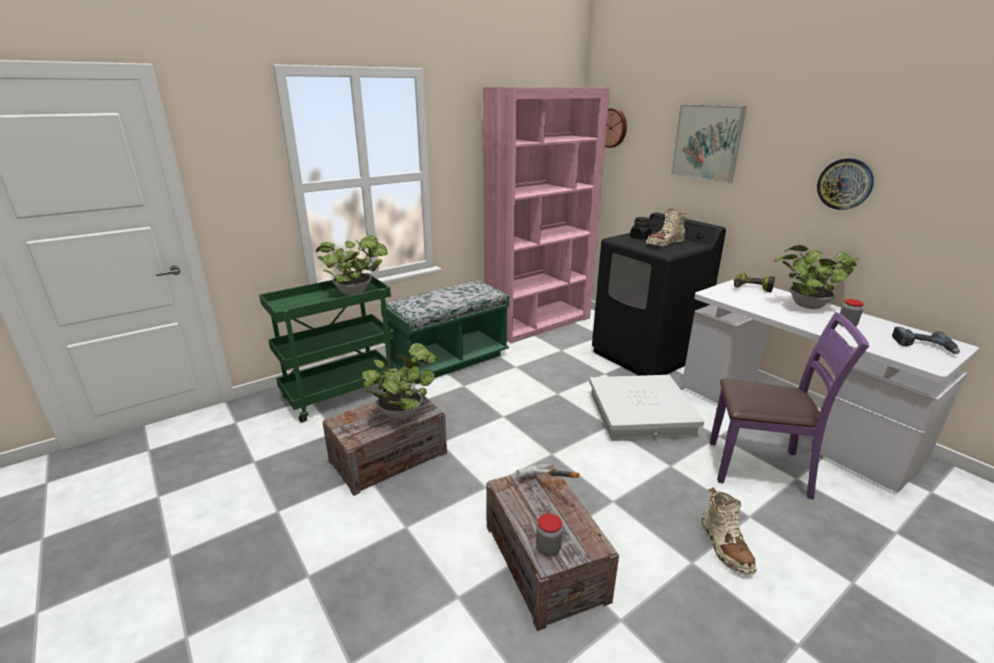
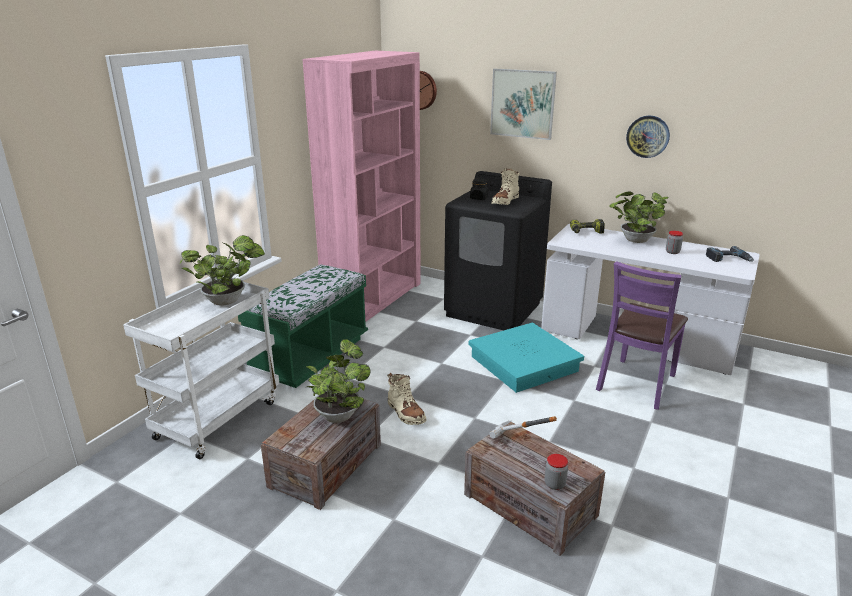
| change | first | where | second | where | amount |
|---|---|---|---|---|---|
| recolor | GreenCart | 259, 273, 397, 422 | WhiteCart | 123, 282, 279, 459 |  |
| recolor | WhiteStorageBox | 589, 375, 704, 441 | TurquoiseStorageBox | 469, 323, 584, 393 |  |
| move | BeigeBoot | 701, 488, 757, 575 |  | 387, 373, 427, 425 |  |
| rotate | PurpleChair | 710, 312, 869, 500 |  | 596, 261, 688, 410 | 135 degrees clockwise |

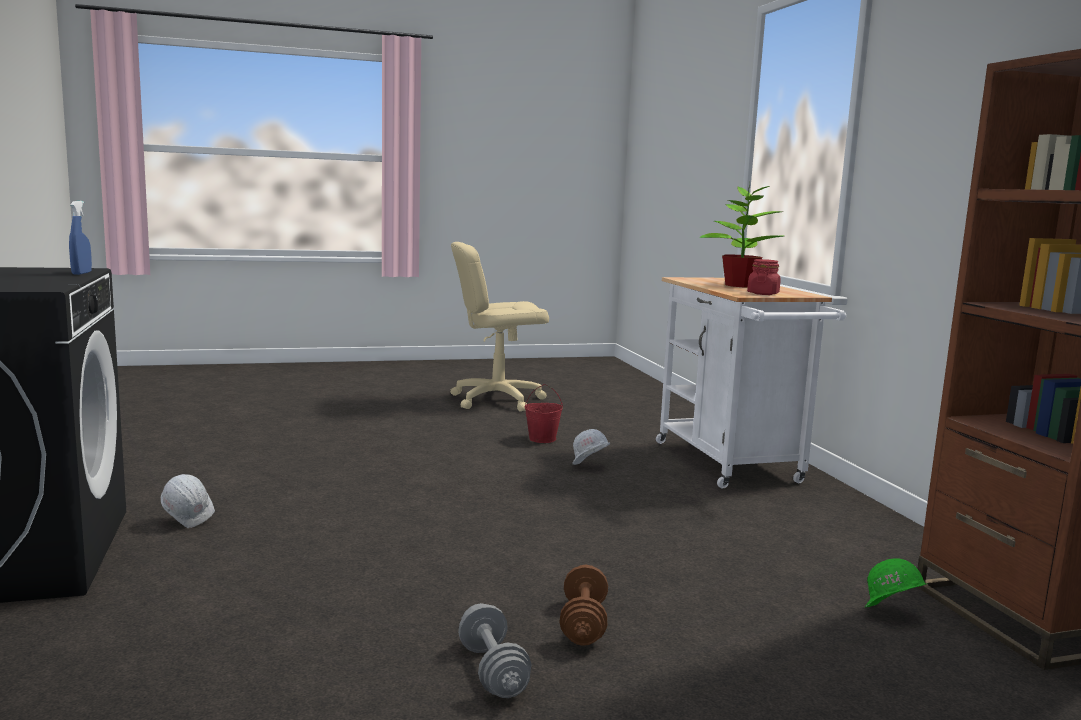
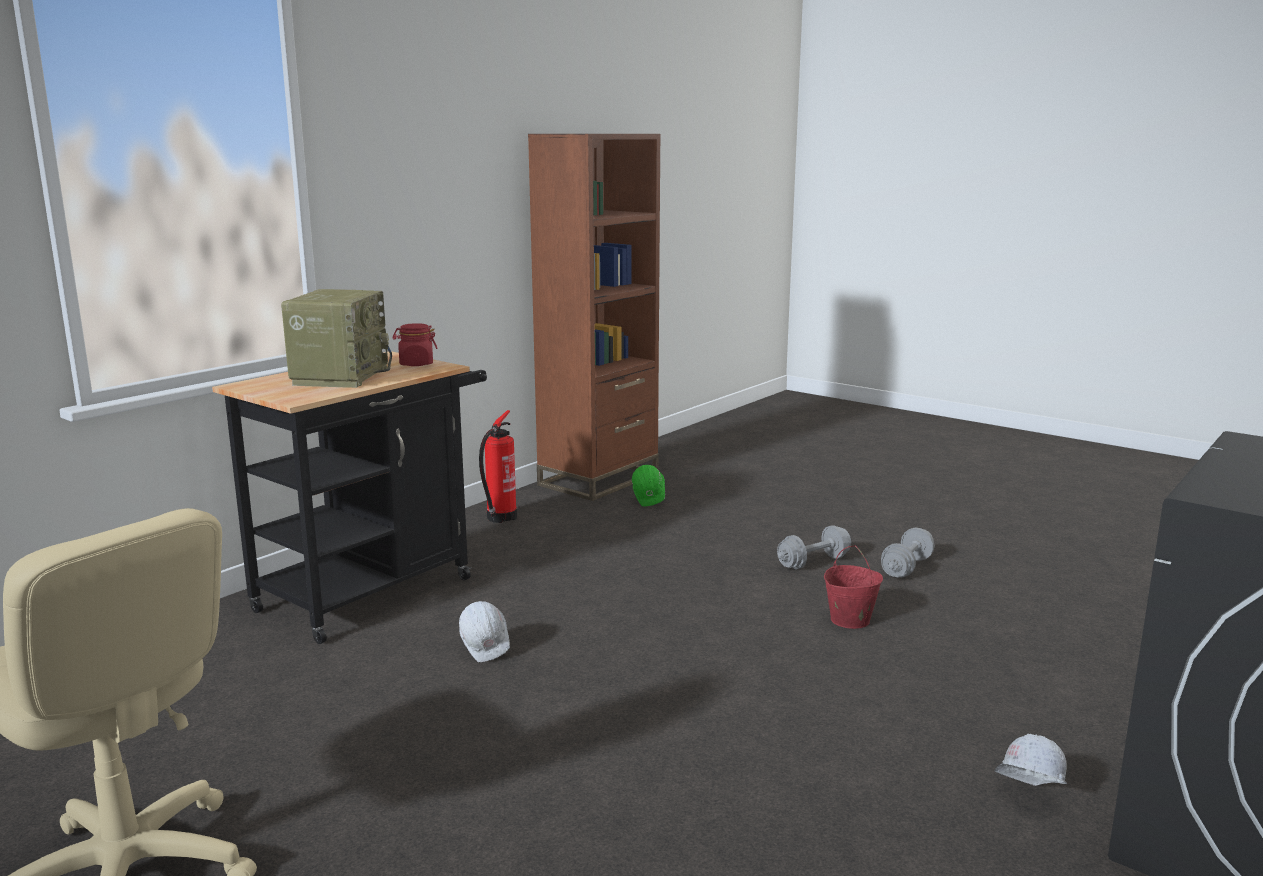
| change | first | where | second | where | amount |
|---|---|---|---|---|---|
| delete | BlueSprayBottle | 69, 201, 92, 275 |  |  |  |
| move | RedBucket | 525, 384, 563, 443 |  | 824, 545, 883, 629 |  |
| recolor | BrownDumbbell | 559, 565, 608, 645 | GreyDumbbell | 777, 526, 851, 569 |  |
| recolor | WhiteCart | 656, 277, 846, 489 | BlackCart | 212, 351, 487, 644 |  |
| replace | PottedPlant | 699, 183, 783, 287 | Radio | 281, 289, 392, 388 |  |
| insert |  |  | FireExtinguisher | 479, 410, 517, 523 |  |

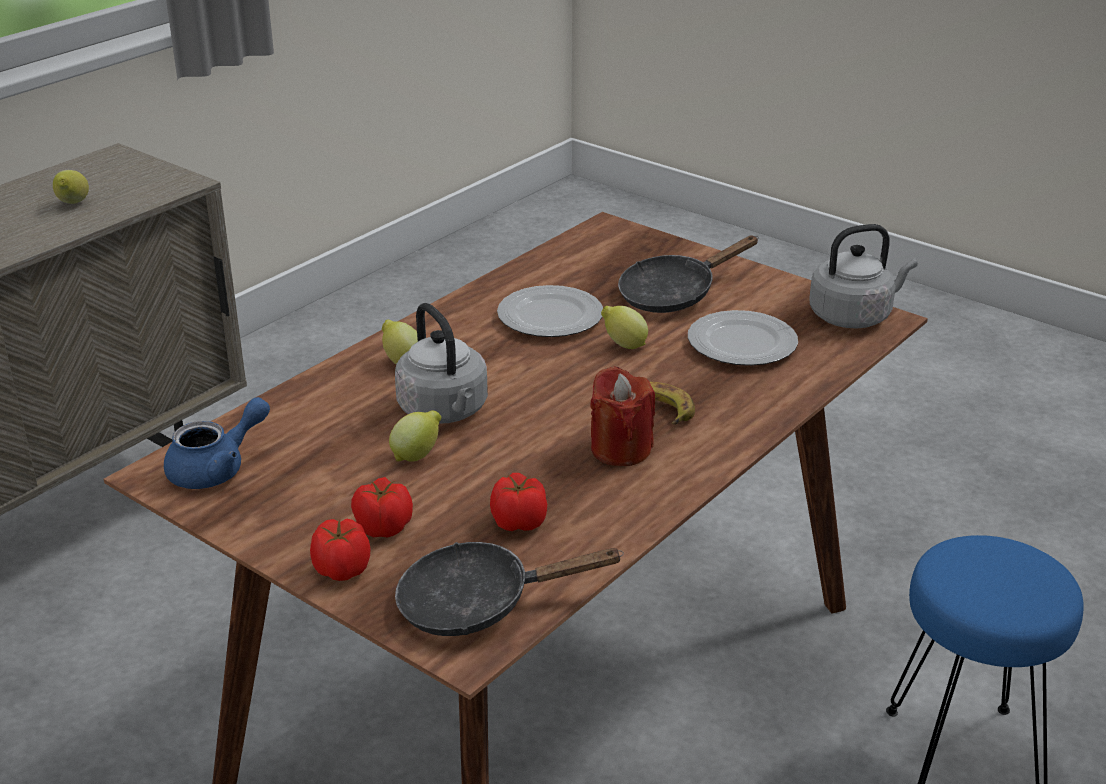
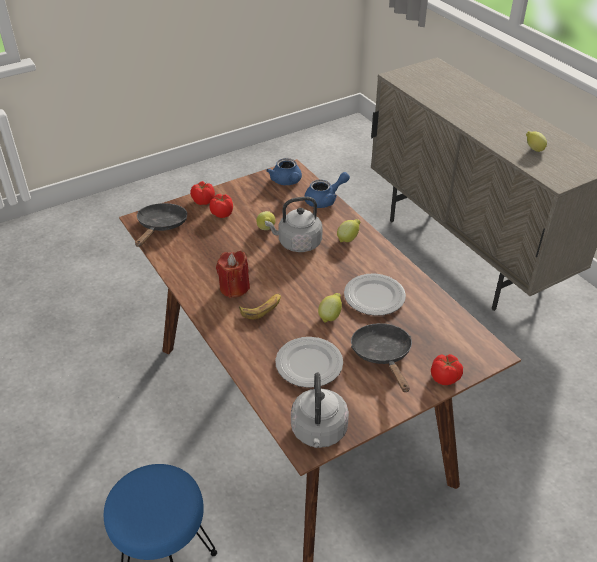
| change | first | where | second | where | amount |
|---|---|---|---|---|---|
| move | Tomato | 490, 473, 547, 531 |  | 431, 354, 463, 385 |  |
| insert |  |  | BlueTeapot | 304, 172, 350, 208 |  |

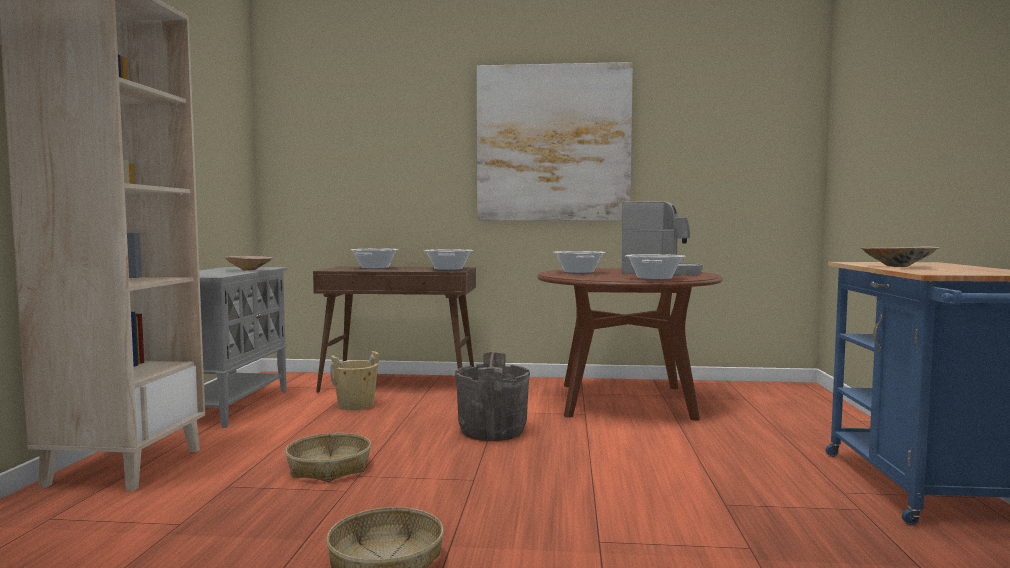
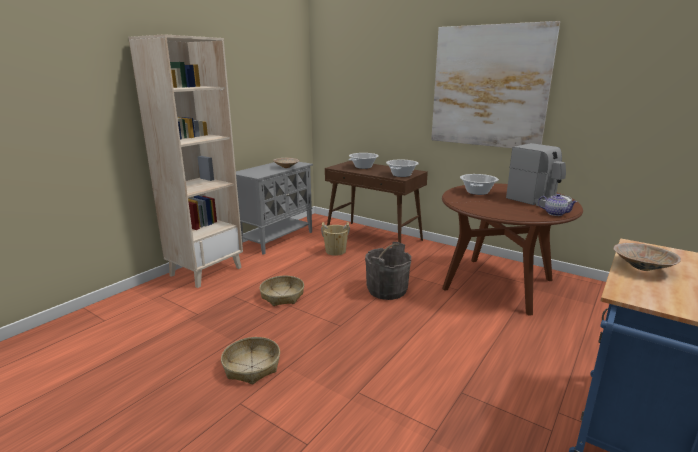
| change | first | where | second | where | amount |
|---|---|---|---|---|---|
| delete | CookingPot | 625, 254, 686, 280 |  |  |  |
| insert |  |  | Teapot | 538, 194, 577, 216 |  |

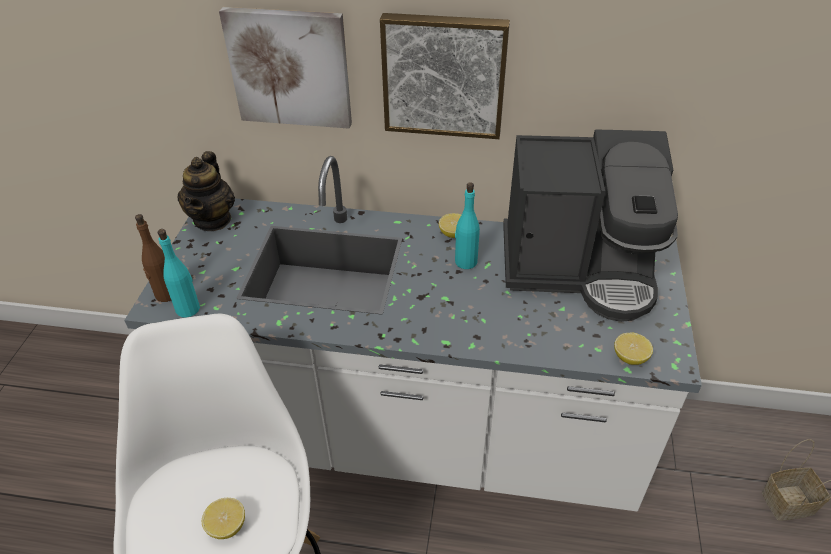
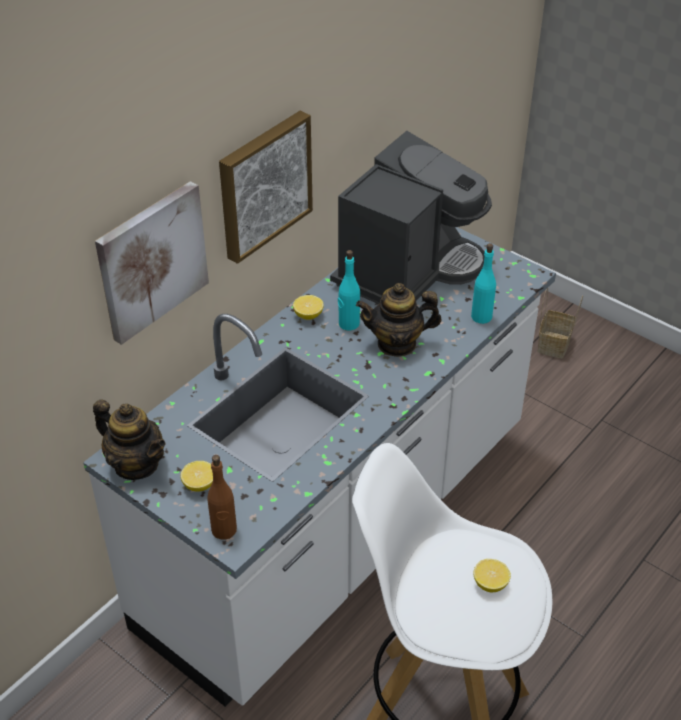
| change | first | where | second | where | amount |
|---|---|---|---|---|---|
| move | TurquoiseBottle | 158, 229, 200, 317 |  | 471, 243, 496, 324 |  |
| move | Lemon | 614, 332, 653, 365 |  | 181, 461, 213, 492 |  |
| insert |  |  | Teapot | 356, 283, 442, 357 |  |

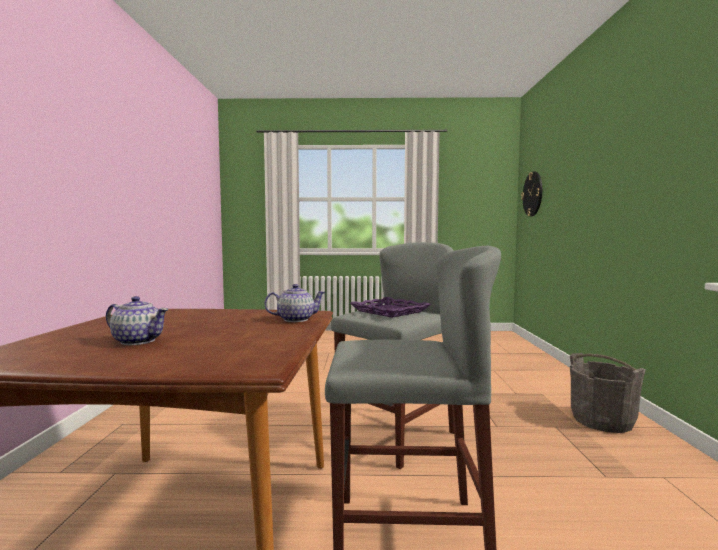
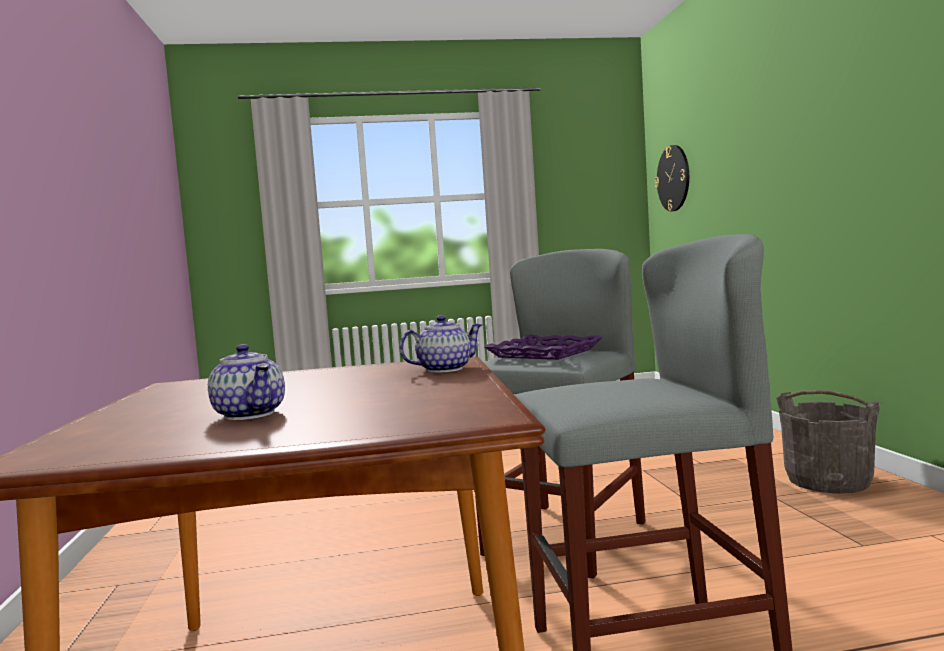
| change | first | where | second | where | amount |
|---|---|---|---|---|---|
| rotate | Teapot | 106, 296, 168, 345 |  | 208, 344, 285, 420 | 45 degrees clockwise |

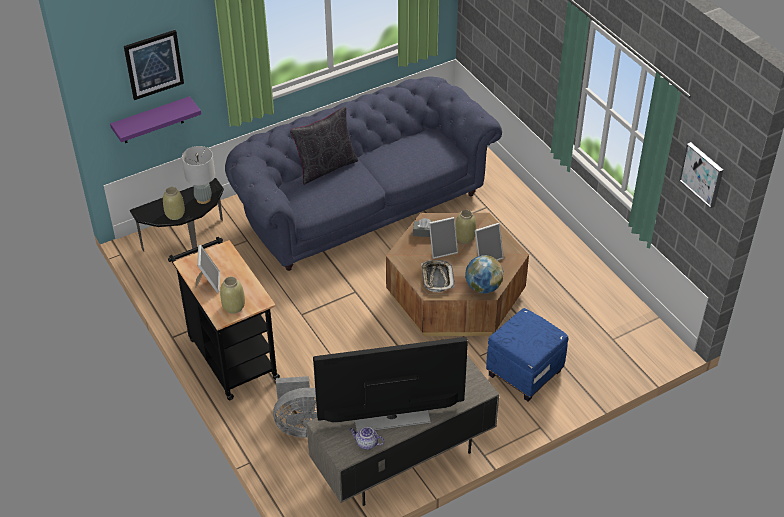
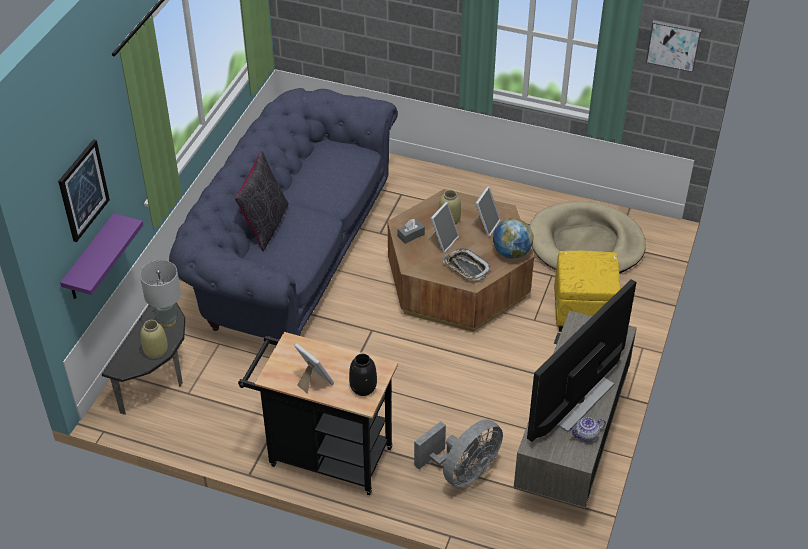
| change | first | where | second | where | amount |
|---|---|---|---|---|---|
| recolor | BeigeVase | 220, 276, 245, 314 | BlackVase | 349, 354, 377, 396 |  |
| recolor | BlueOttoman | 486, 308, 568, 401 | YellowOttoman | 554, 251, 621, 332 |  |
| insert |  |  | BeigeDogBed | 529, 201, 646, 274 |  |

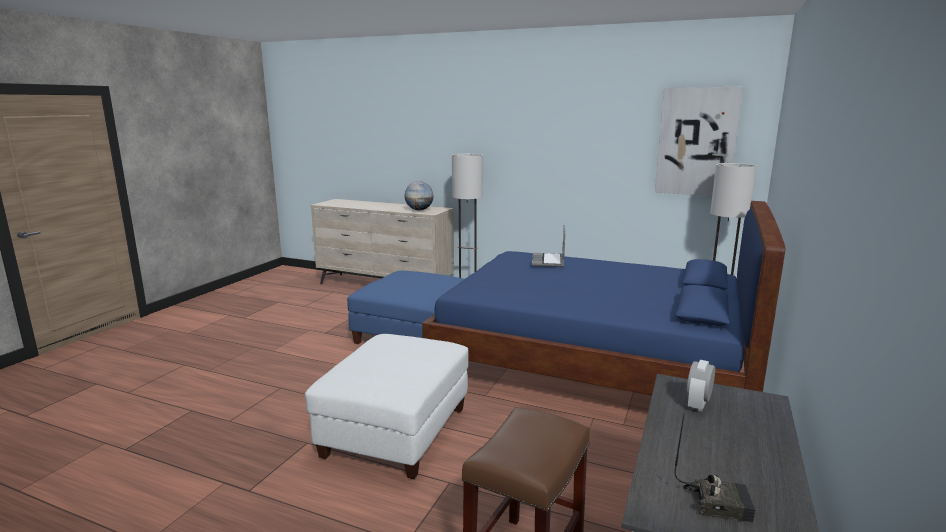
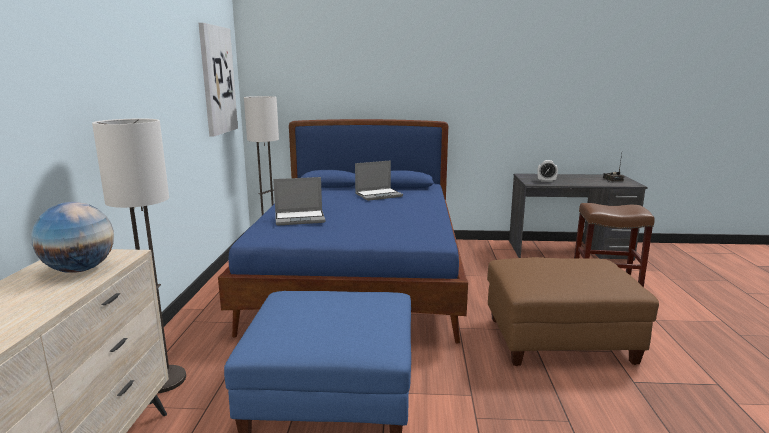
| change | first | where | second | where | amount |
|---|---|---|---|---|---|
| recolor | WhiteOttoman | 305, 334, 468, 479 | BrownOttoman | 487, 257, 659, 366 |  |
| insert |  |  | Laptop | 355, 160, 403, 201 |  |

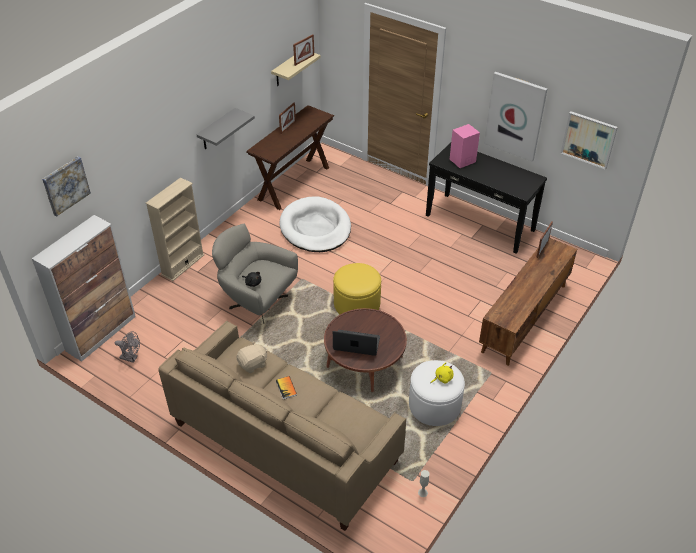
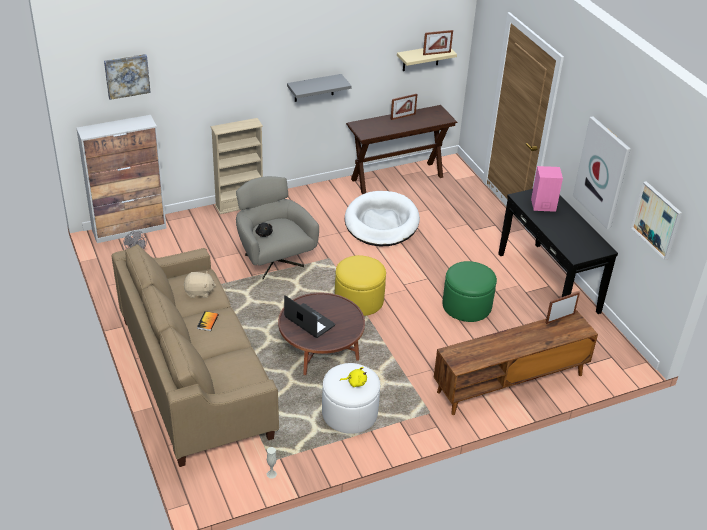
| change | first | where | second | where | amount |
|---|---|---|---|---|---|
| insert |  |  | GreenOttoman | 443, 261, 497, 322 |  |

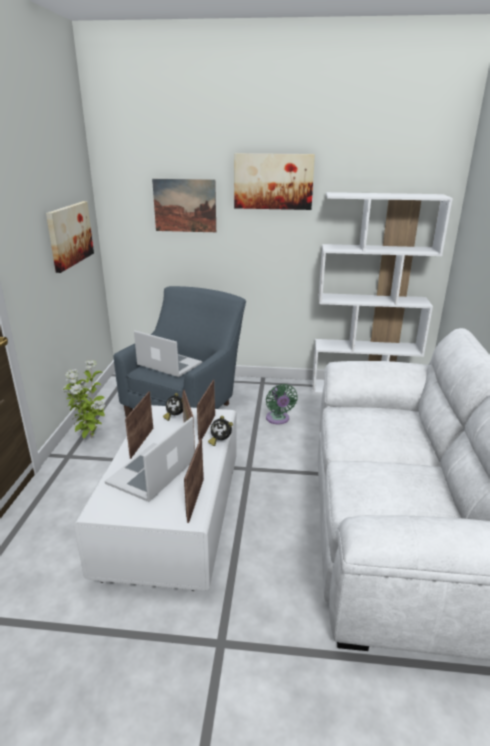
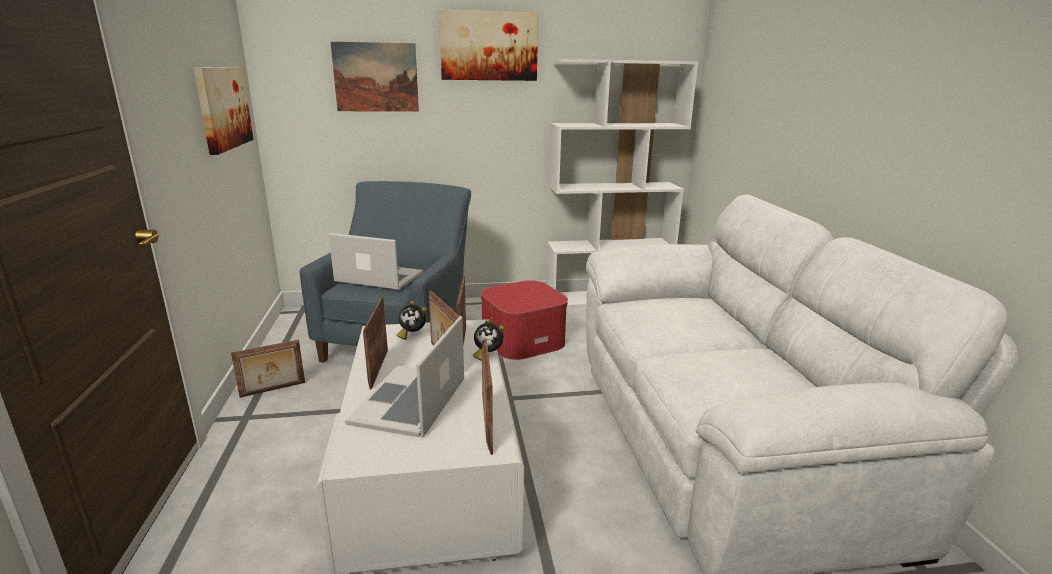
| change | first | where | second | where | amount |
|---|---|---|---|---|---|
| replace | PottedPlant | 62, 360, 105, 438 | PictureFrame | 231, 339, 305, 398 |  |
| replace | GreenFan | 266, 384, 298, 424 | Ottoman | 480, 280, 568, 360 |  |

